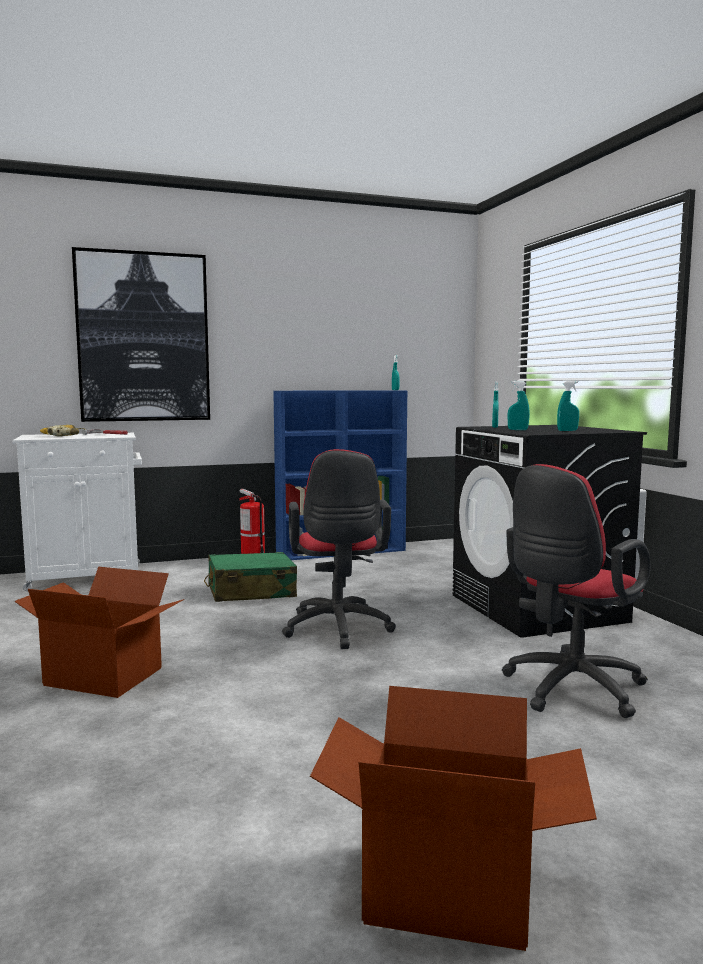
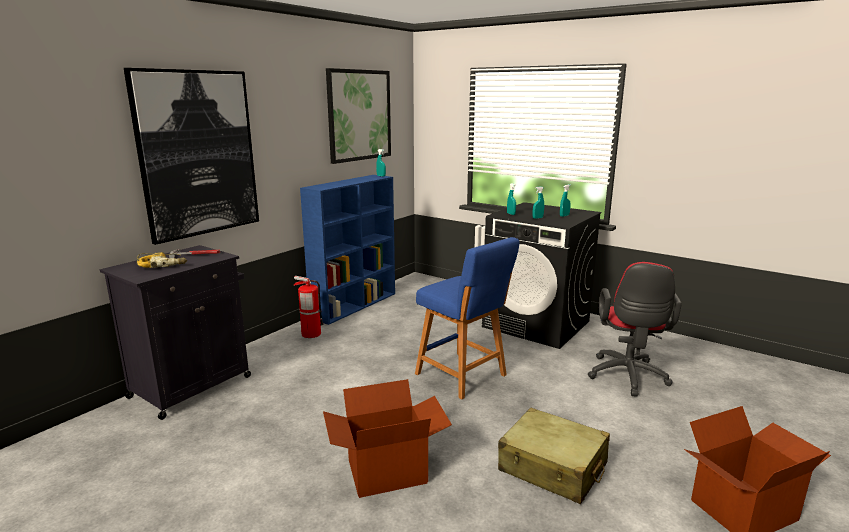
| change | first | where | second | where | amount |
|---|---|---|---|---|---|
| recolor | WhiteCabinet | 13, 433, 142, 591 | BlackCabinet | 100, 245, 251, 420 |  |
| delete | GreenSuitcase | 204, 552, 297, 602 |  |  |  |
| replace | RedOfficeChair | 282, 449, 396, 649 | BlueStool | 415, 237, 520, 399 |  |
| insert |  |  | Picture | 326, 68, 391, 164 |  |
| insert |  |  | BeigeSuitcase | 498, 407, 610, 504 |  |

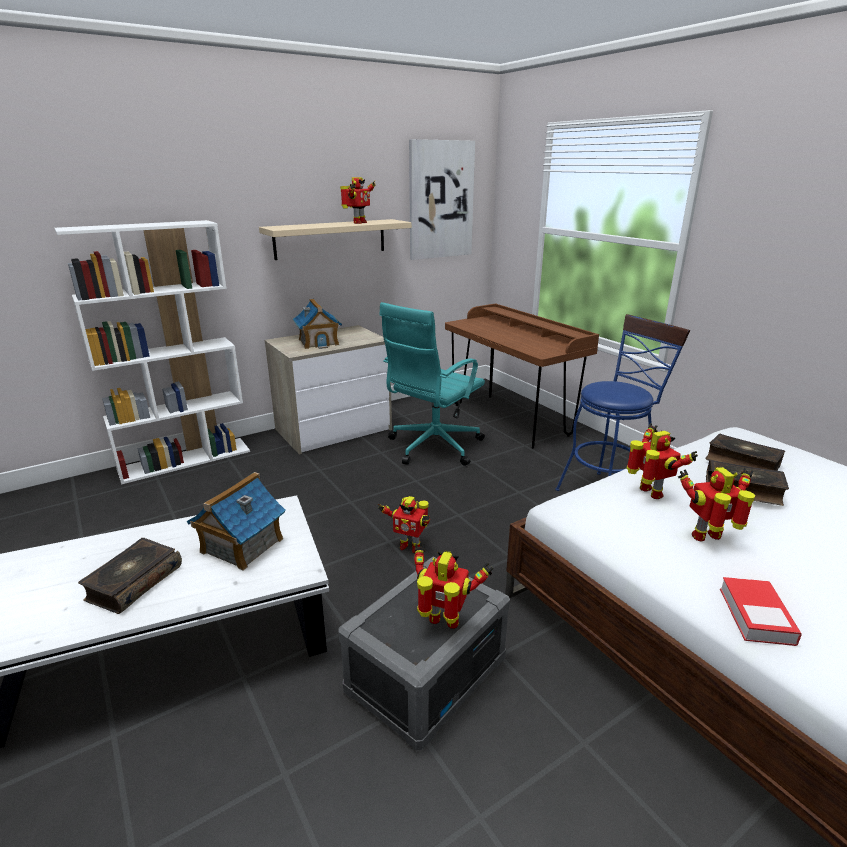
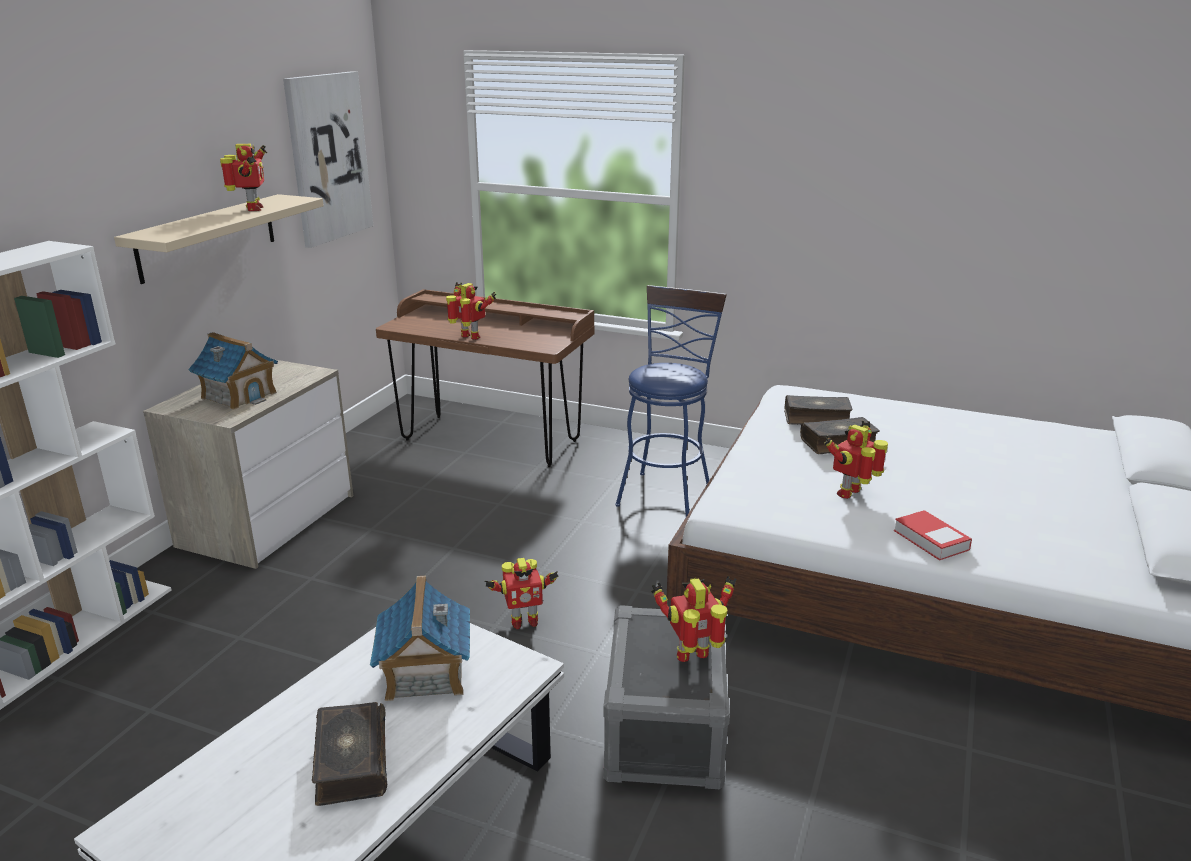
| change | first | where | second | where | amount |
|---|---|---|---|---|---|
| delete | TurquoiseOfficeChair | 379, 302, 485, 466 |  |  |  |
| move | ToyRobot | 626, 423, 698, 499 |  | 446, 282, 496, 340 |  |

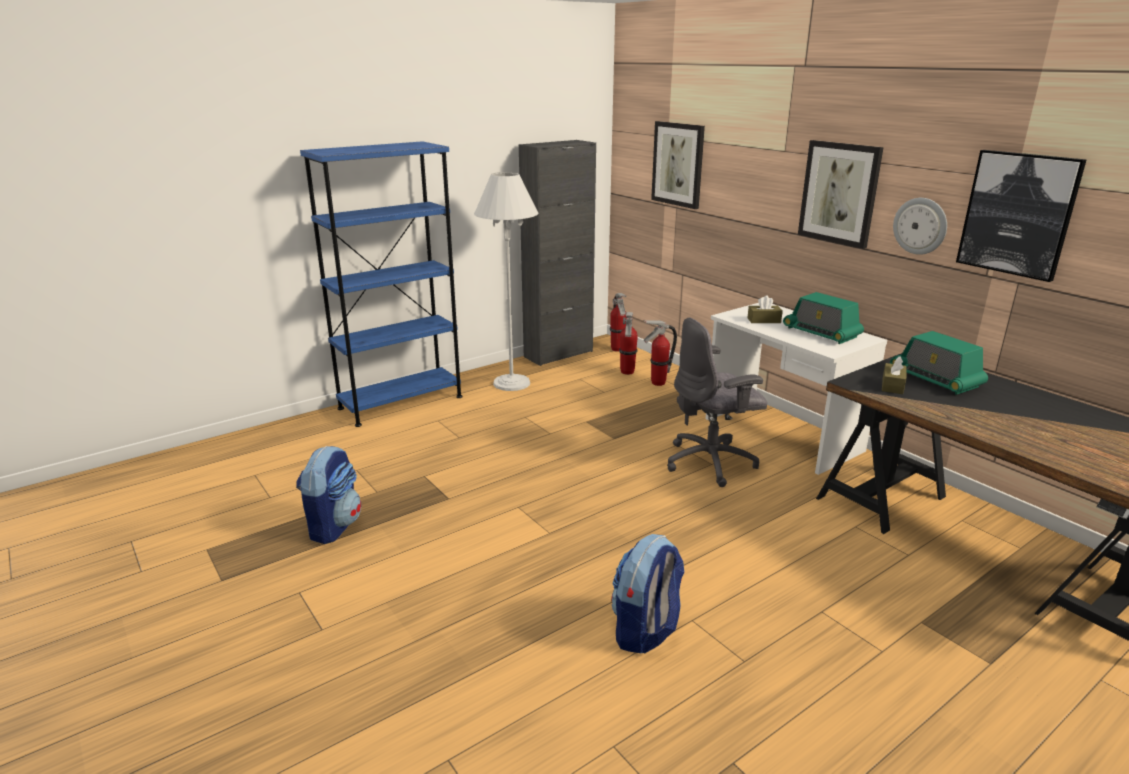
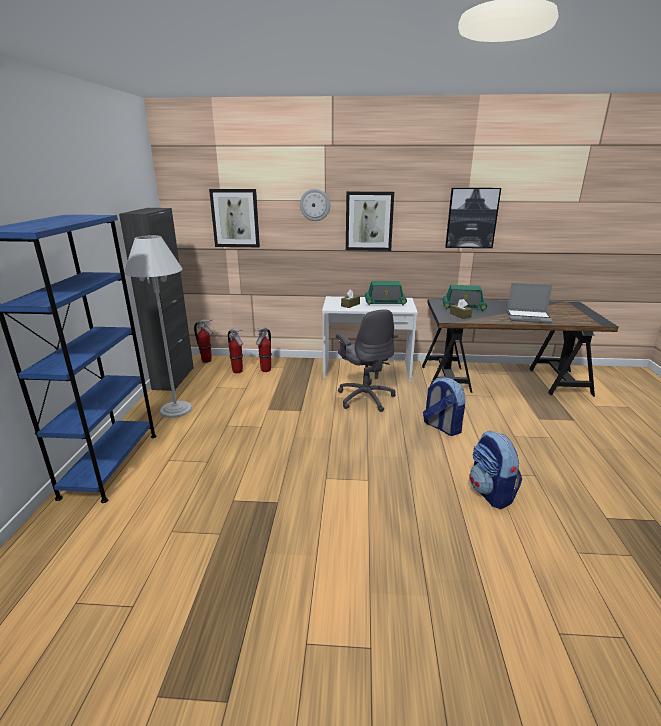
| change | first | where | second | where | amount |
|---|---|---|---|---|---|
| move | Backpack | 296, 446, 361, 544 |  | 423, 377, 465, 436 |  |
| rotate | GreyOfficeChair | 667, 318, 767, 487 |  | 336, 309, 398, 412 | 45 degrees counterclockwise |
| move | WallClock | 893, 198, 947, 255 |  | 300, 189, 330, 221 |  |
| insert |  |  | Laptop | 507, 283, 553, 324 |  |

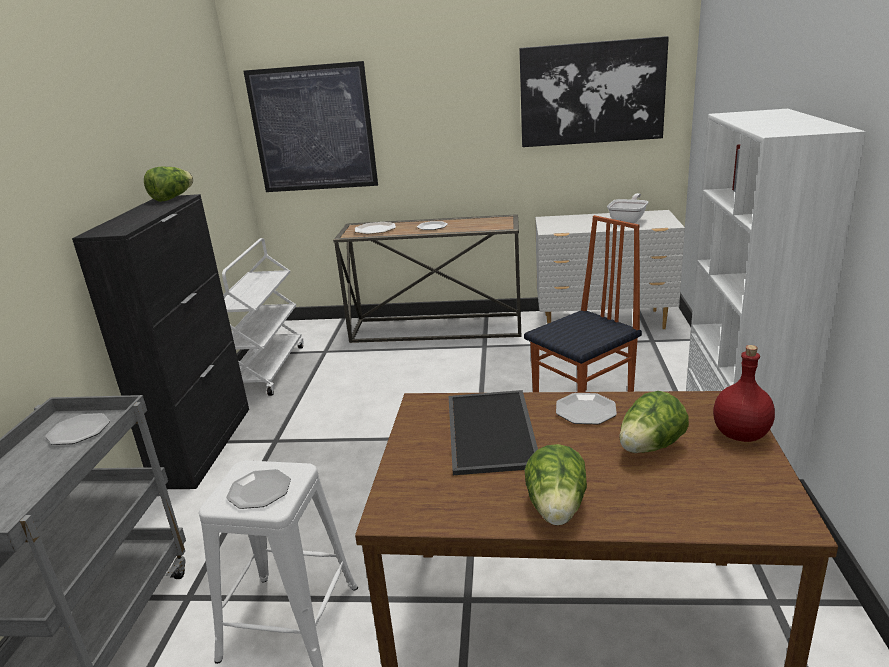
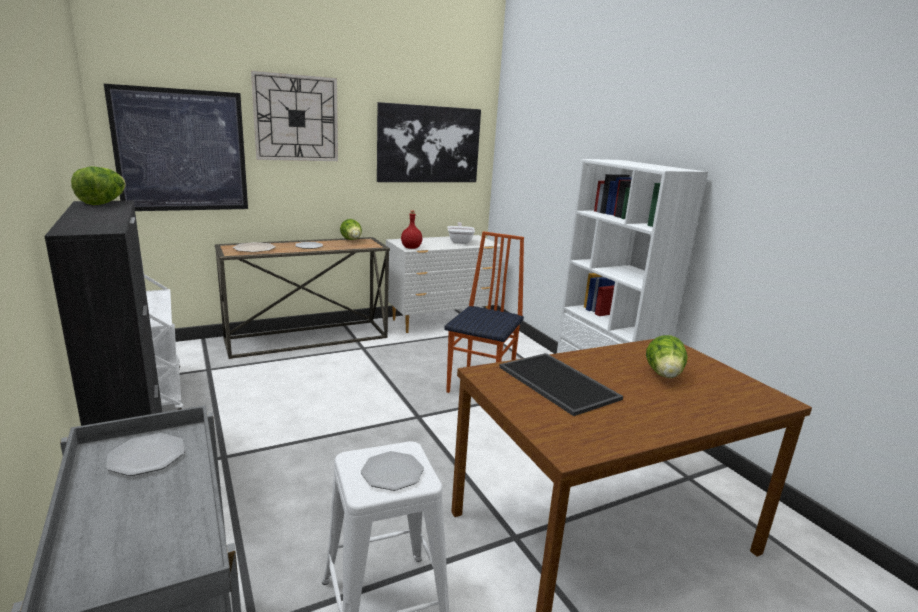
| change | first | where | second | where | amount |
|---|---|---|---|---|---|
| move | Lettuce | 524, 444, 587, 526 |  | 340, 219, 362, 240 |  |
| delete | Plate | 556, 393, 617, 424 |  |  |  |
| move | RedBottle | 713, 345, 775, 442 |  | 401, 211, 422, 249 |  |
| insert |  |  | WallClock | 251, 71, 338, 161 |  |

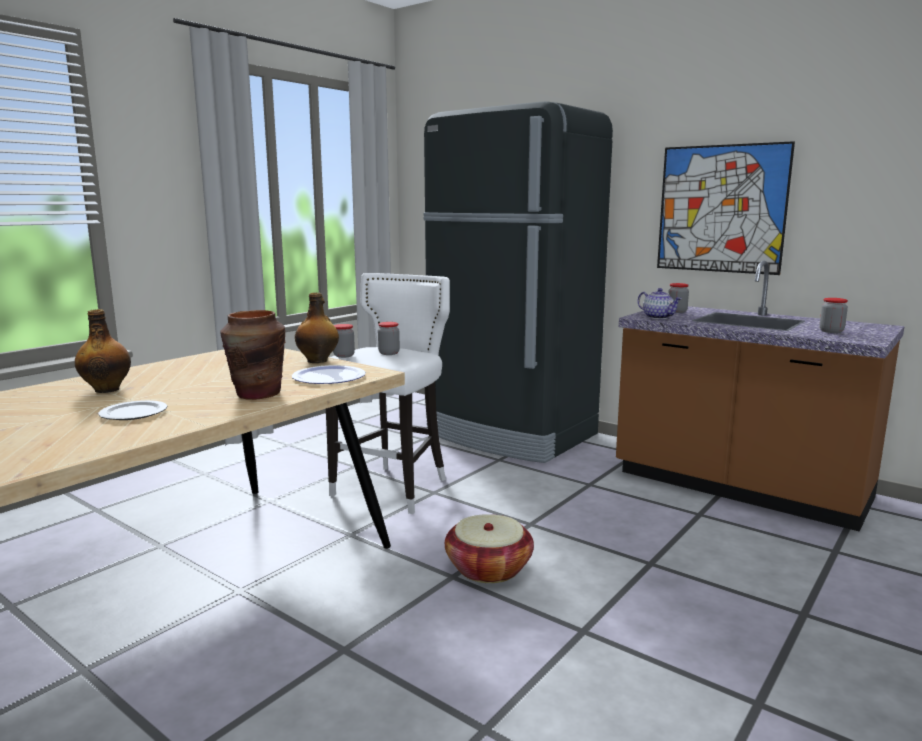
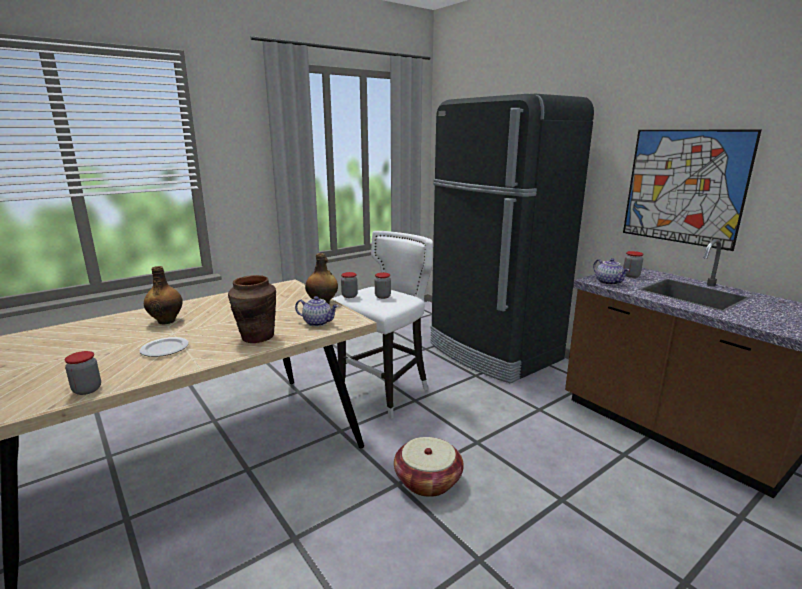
| change | first | where | second | where | amount |
|---|---|---|---|---|---|
| replace | Plate | 292, 365, 366, 384 | Teapot | 295, 296, 339, 327 |  |
| move | Jar | 820, 298, 848, 333 |  | 65, 351, 101, 395 |  |

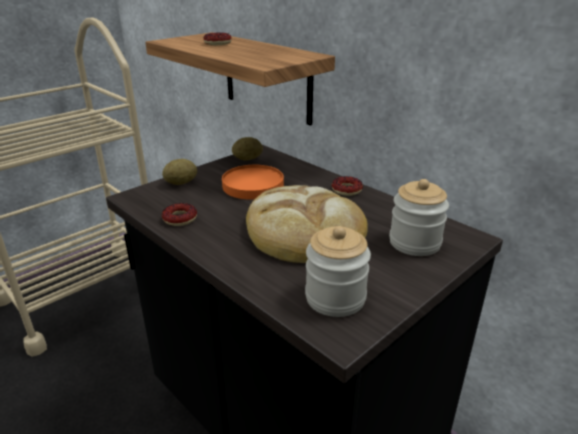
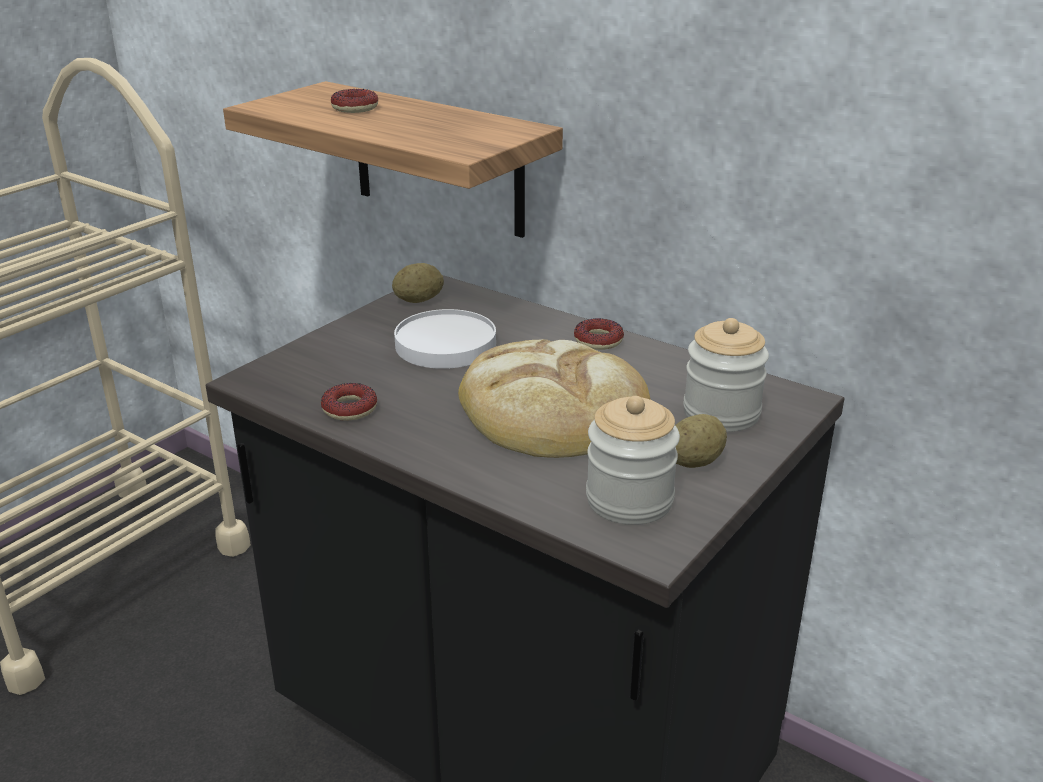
| change | first | where | second | where | amount |
|---|---|---|---|---|---|
| move | Potato | 162, 159, 197, 185 |  | 675, 414, 727, 468 |  |
| recolor | OrangePlate | 222, 165, 284, 200 | WhitePlate | 394, 309, 496, 369 |  |

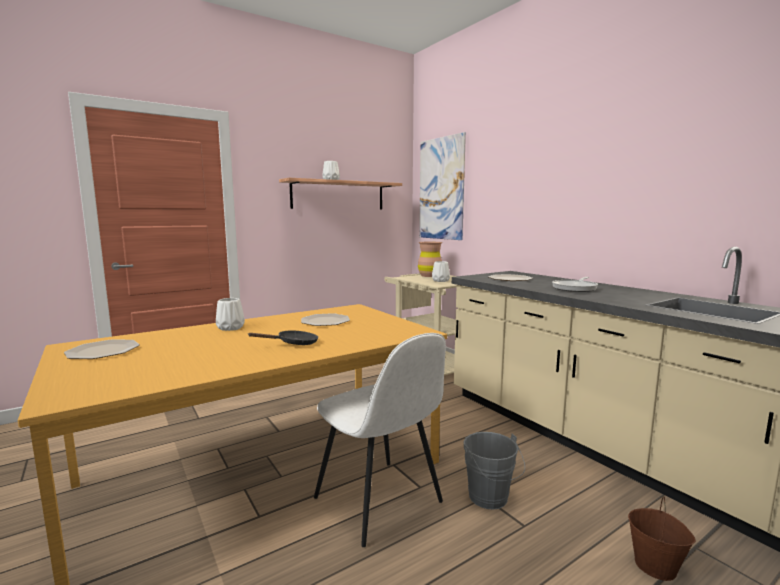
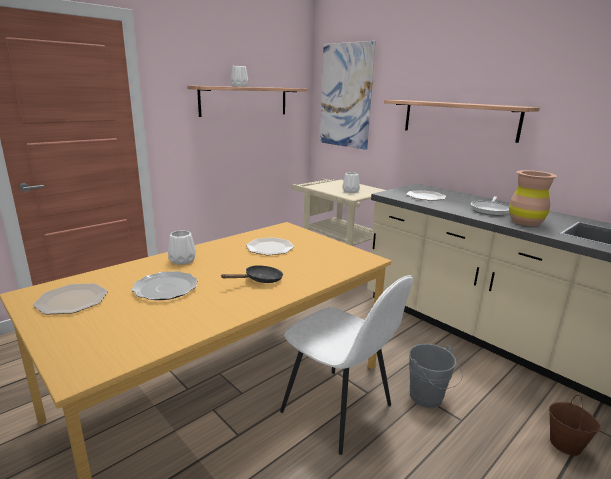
| change | first | where | second | where | amount |
|---|---|---|---|---|---|
| move | BrownVase | 418, 242, 443, 277 |  | 509, 170, 557, 226 |  |
| insert |  |  | Plate | 131, 271, 198, 300 |  |
| insert |  |  | Shelf | 384, 100, 540, 143 |  |

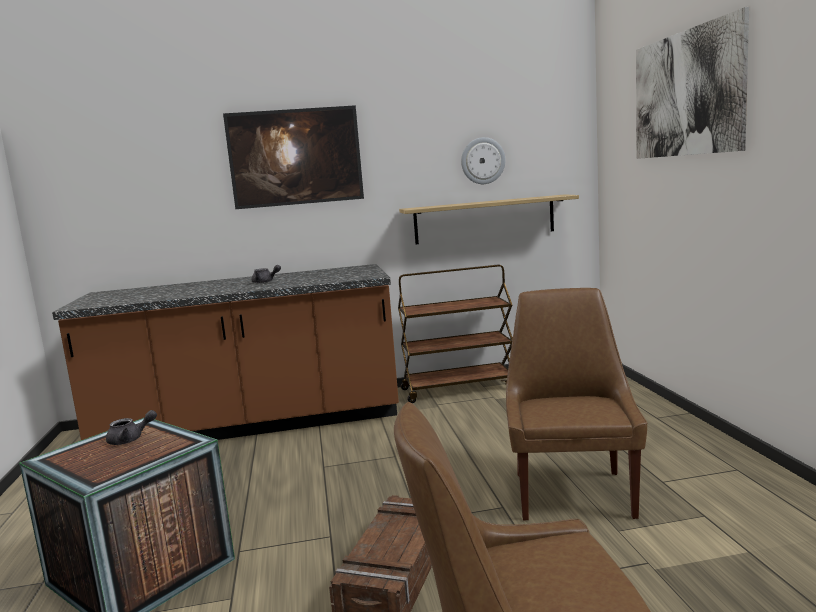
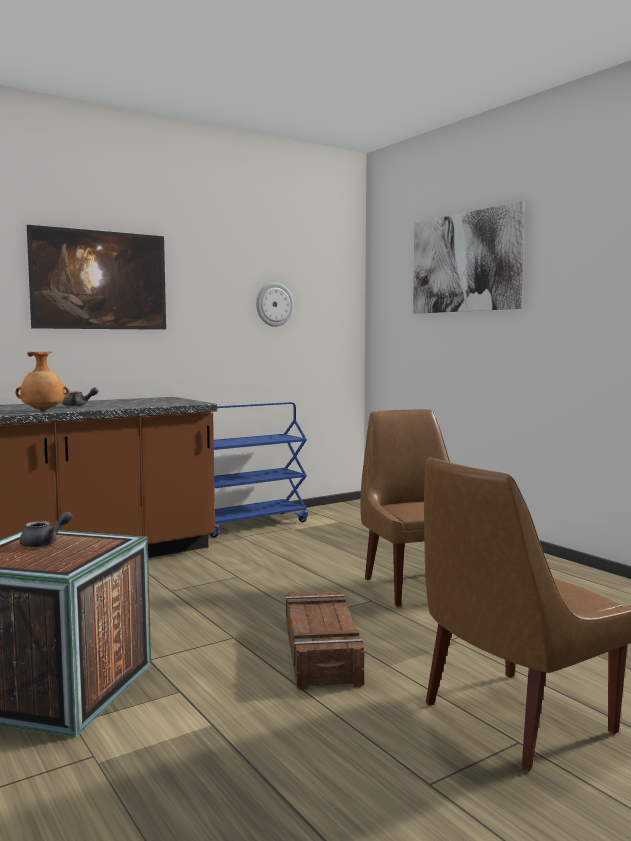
| change | first | where | second | where | amount |
|---|---|---|---|---|---|
| recolor | BrownCart | 398, 265, 513, 403 | BlueCart | 210, 402, 308, 538 |  |
| delete | Shelf | 399, 194, 579, 244 |  |  |  |
| insert |  |  | BrownVase | 15, 351, 69, 411 |  |

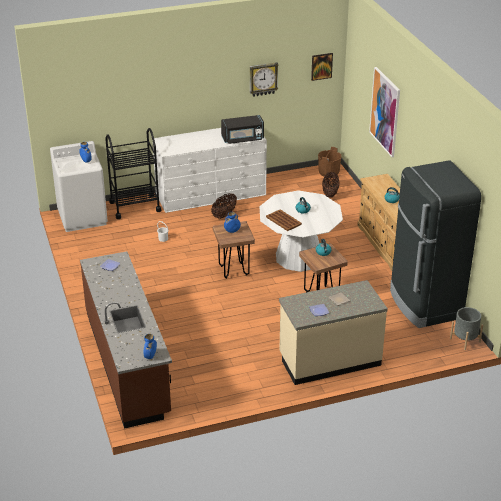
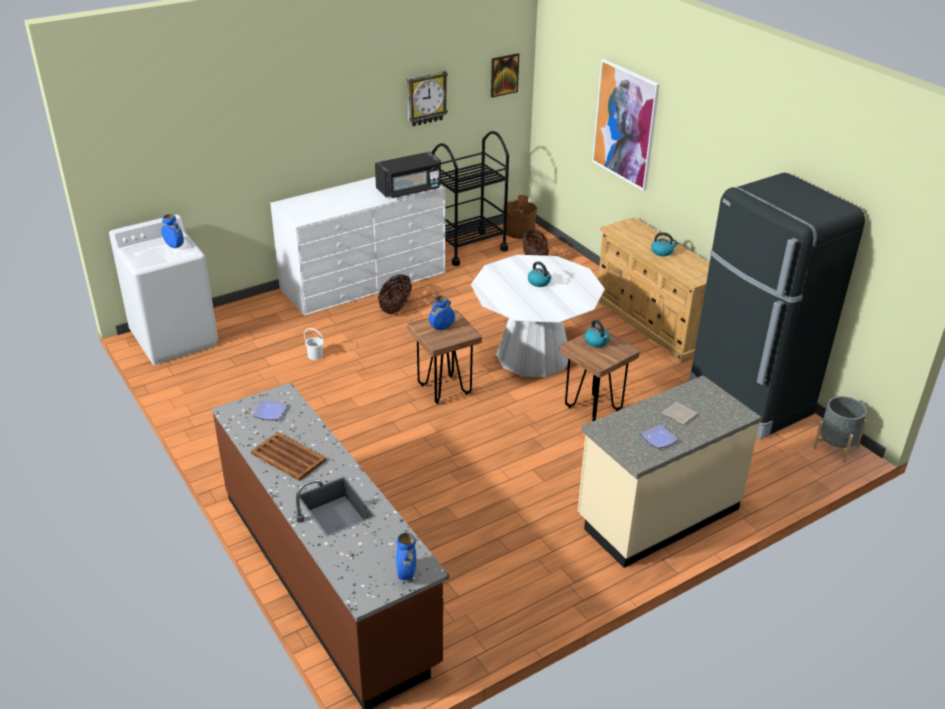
| change | first | where | second | where | amount |
|---|---|---|---|---|---|
| move | BlackCart | 105, 128, 161, 219 |  | 432, 131, 509, 266 |  |
| move | BrownTray | 266, 209, 302, 231 |  | 251, 432, 326, 481 |  |

